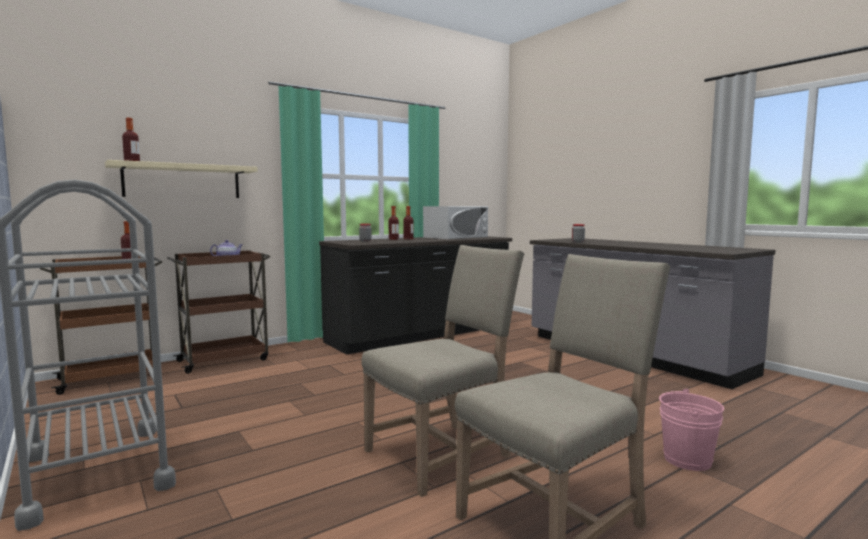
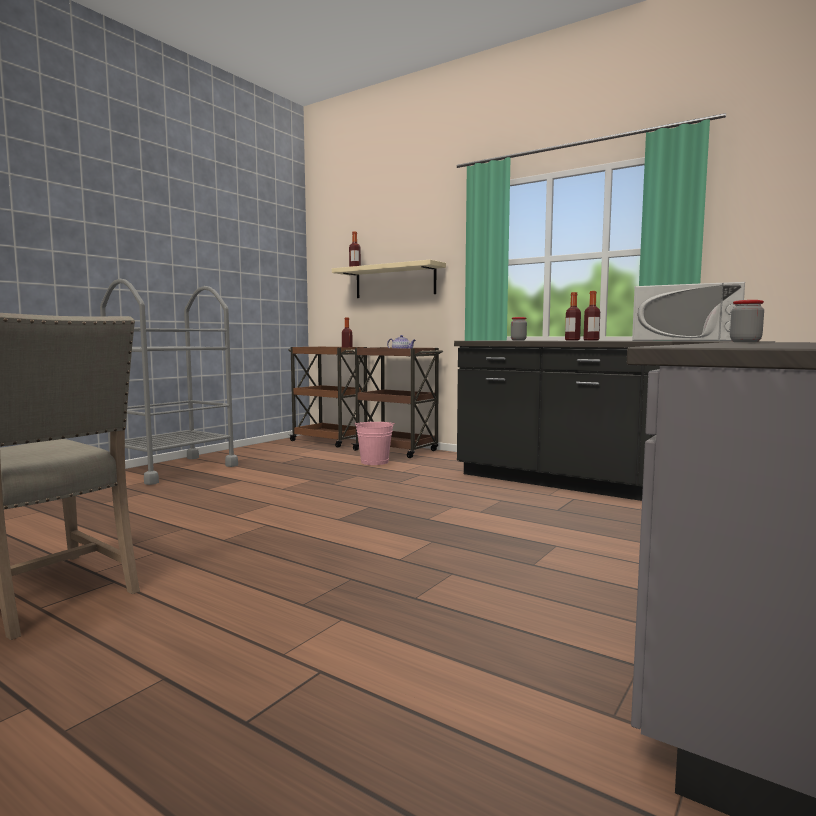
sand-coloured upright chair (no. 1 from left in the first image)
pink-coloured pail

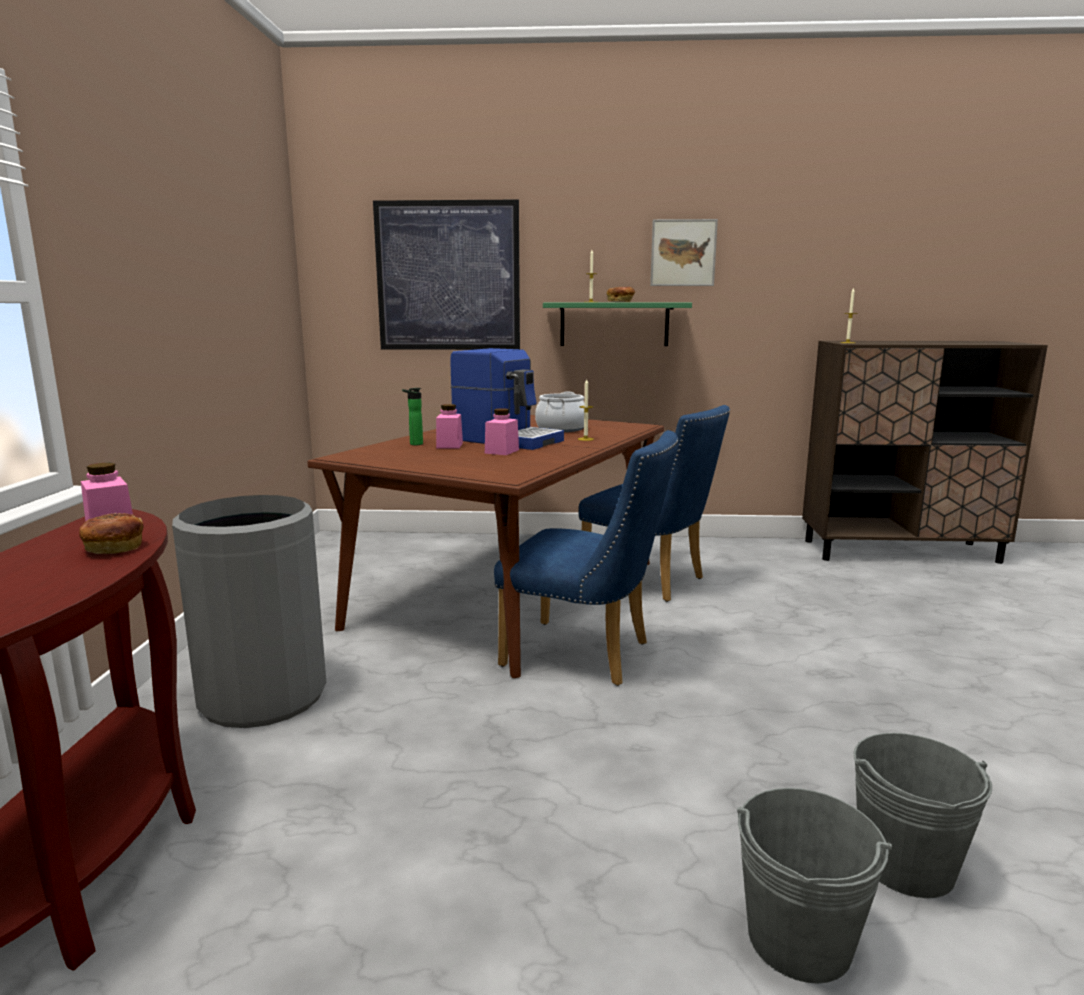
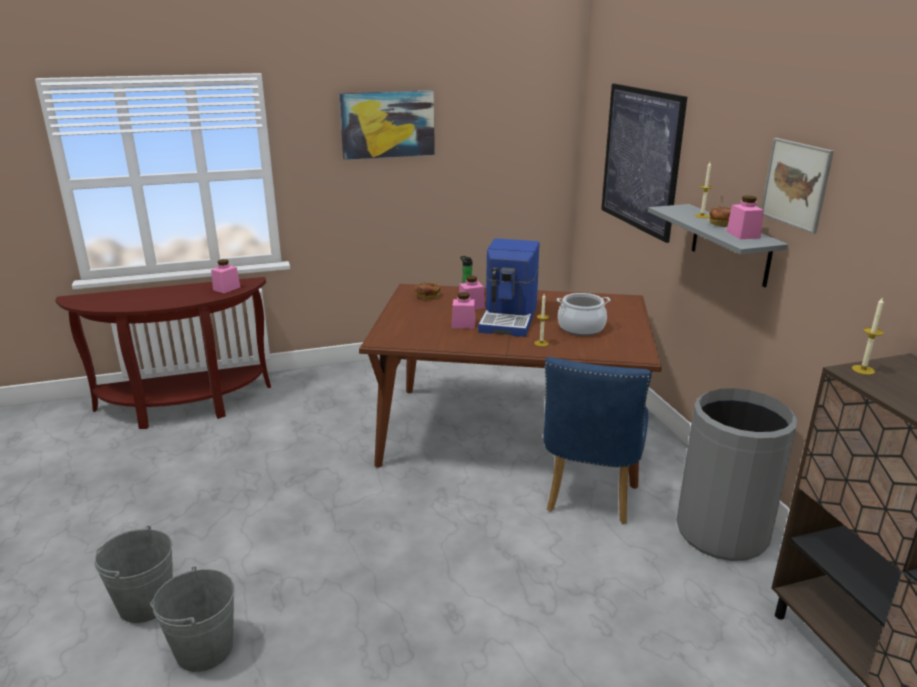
greyish wall shelf
blue upright chair (no. 1 from left in the first image)
greyish waste bin
baked bread (no. 1 from left)
wall art (no. 1 from left)
pink-coloured preserve jar (no. 4 from left)

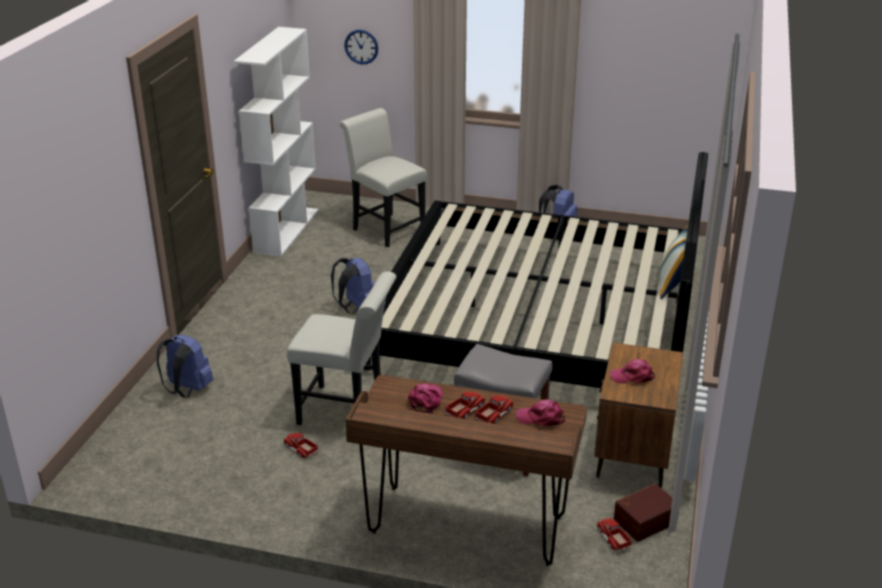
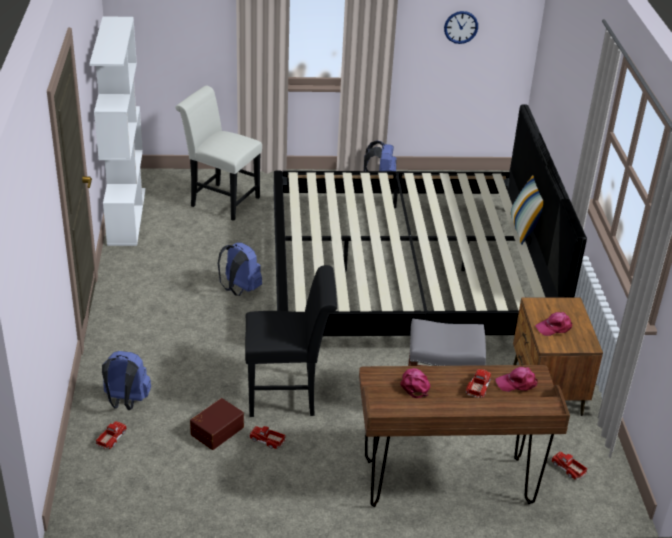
wall clock
black upright chair
toy truck (no. 1 from left)
brown storage container

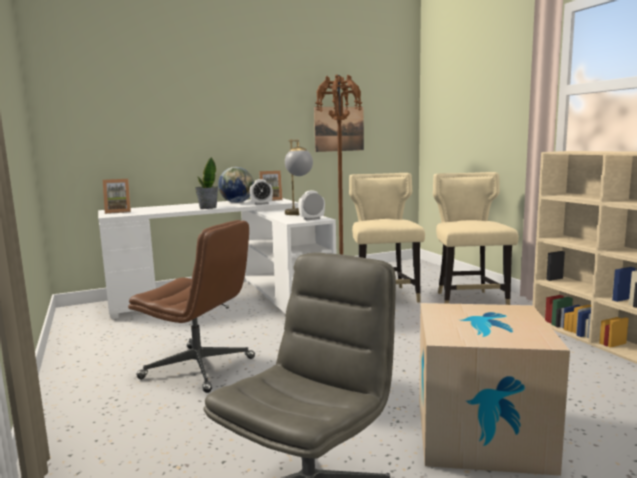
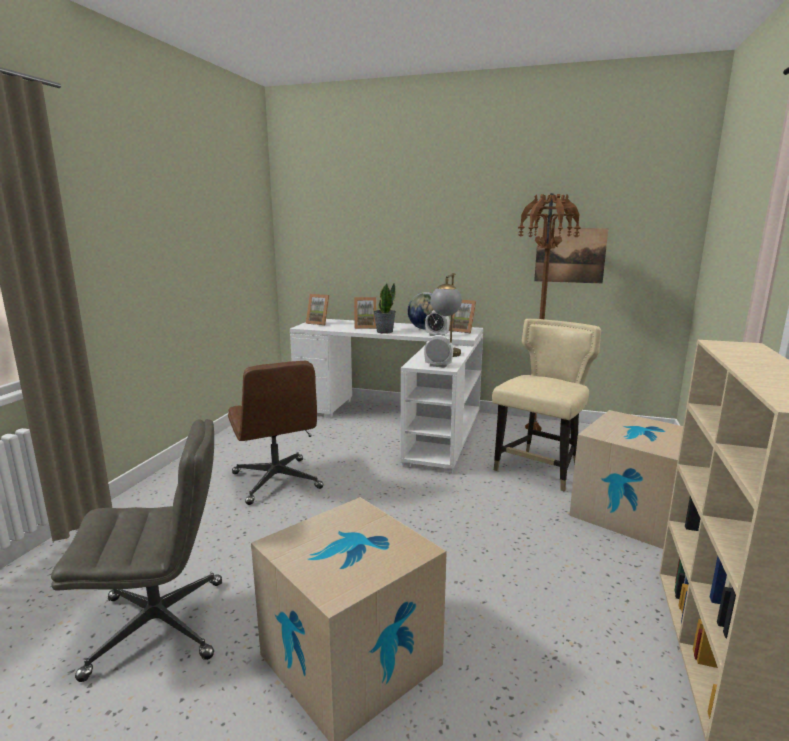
carton (no. 2 from left)
standing frame (no. 2 from left)

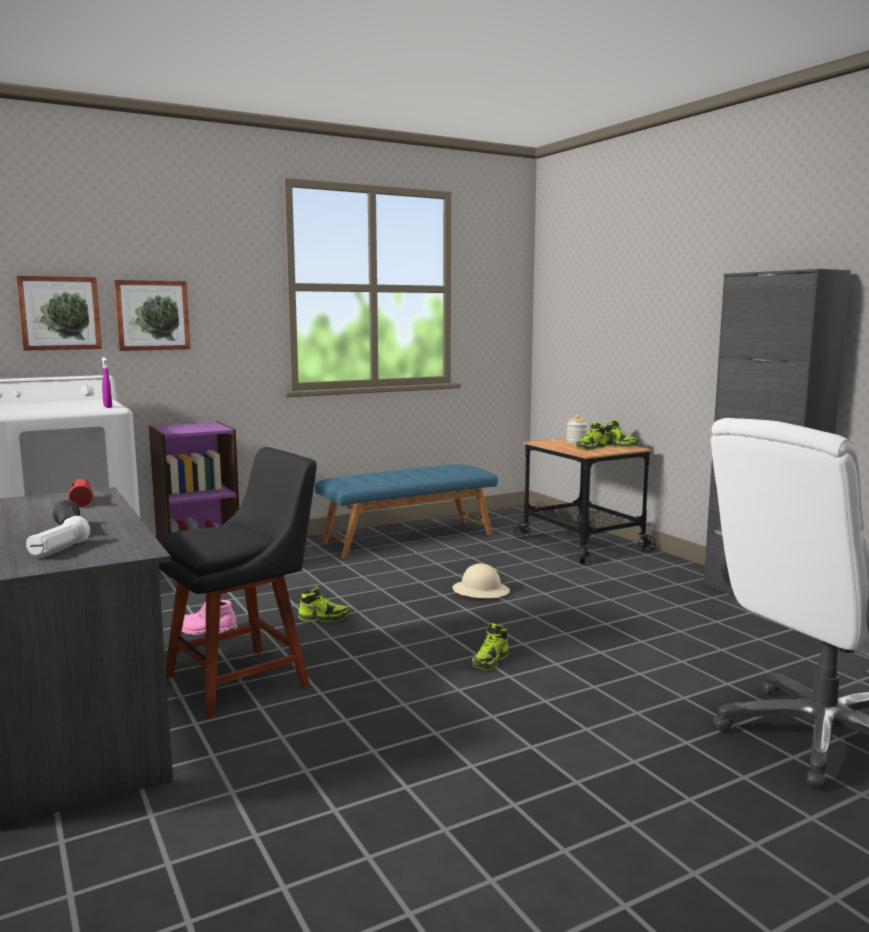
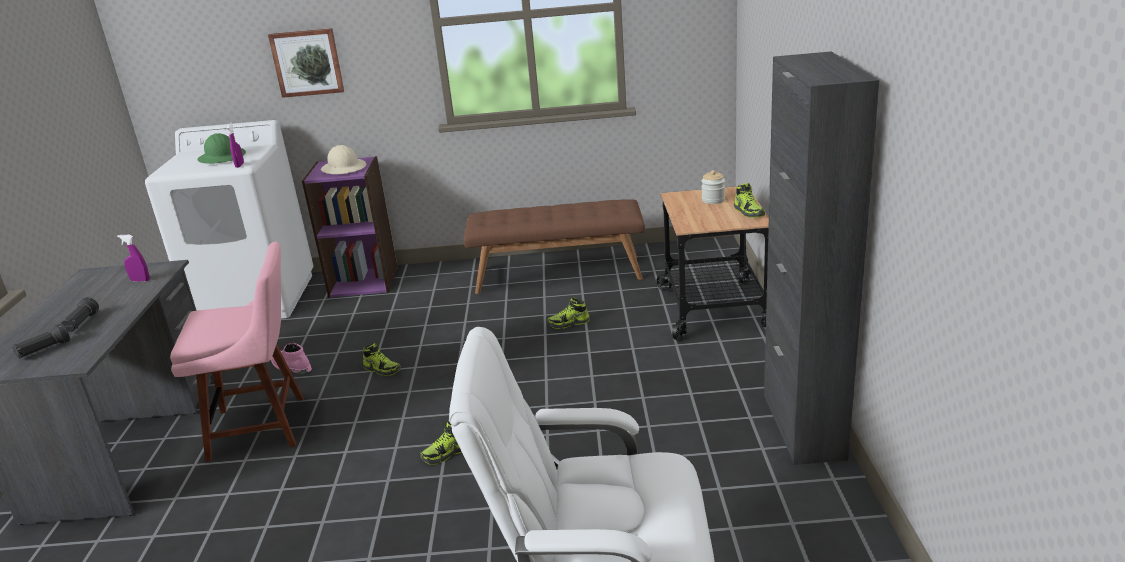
wall art (no. 1 from left in the first image)
low shoe (no. 3 from left)
pink-coloured upright chair
brown bench
purple-coloured hand sprayer (no. 1 from left)
black flashlight (no. 1 from left)
sand-coloured hard hat
greenish hard hat

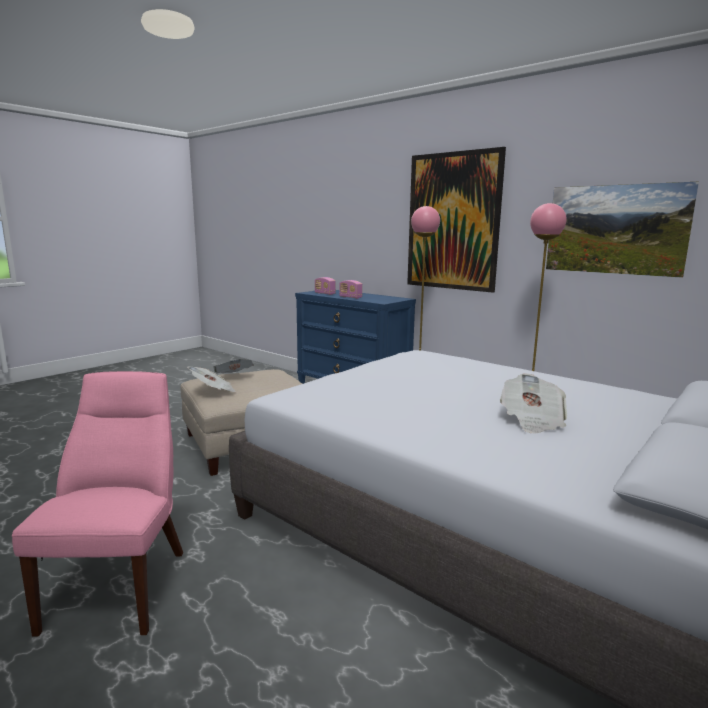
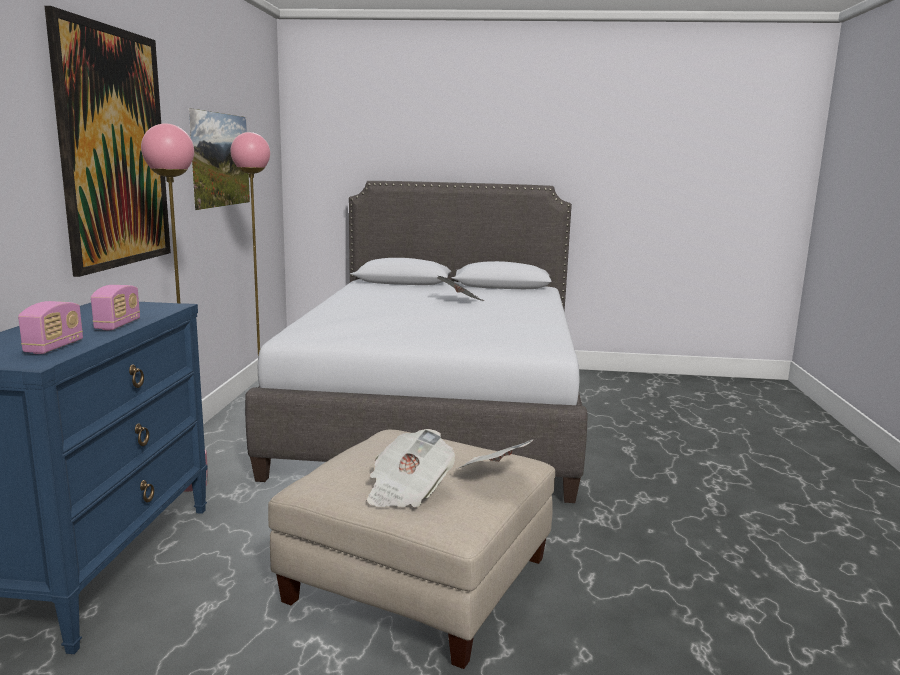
pink-coloured upright chair

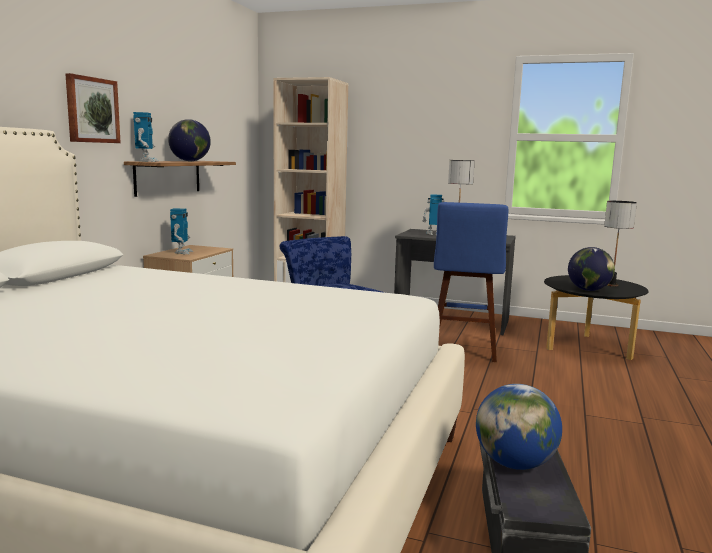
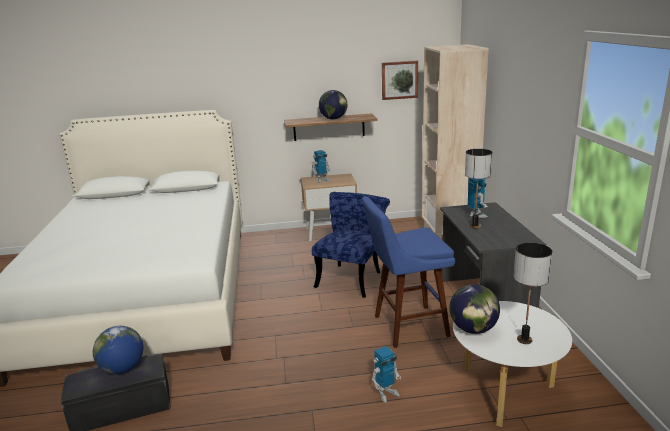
wall art
toy robot (no. 2 from left)
white-coloured low table

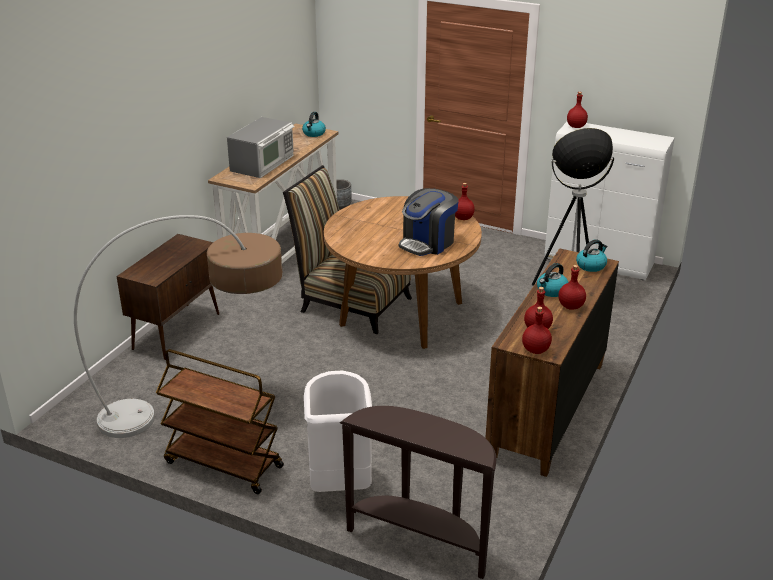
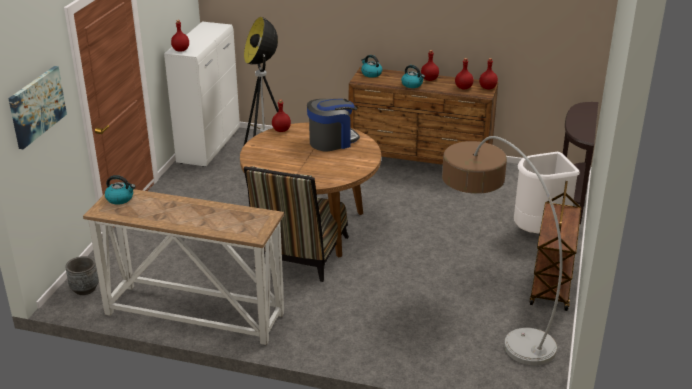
kitchen microwave
coffee machine
brown storage cabinet
wall art

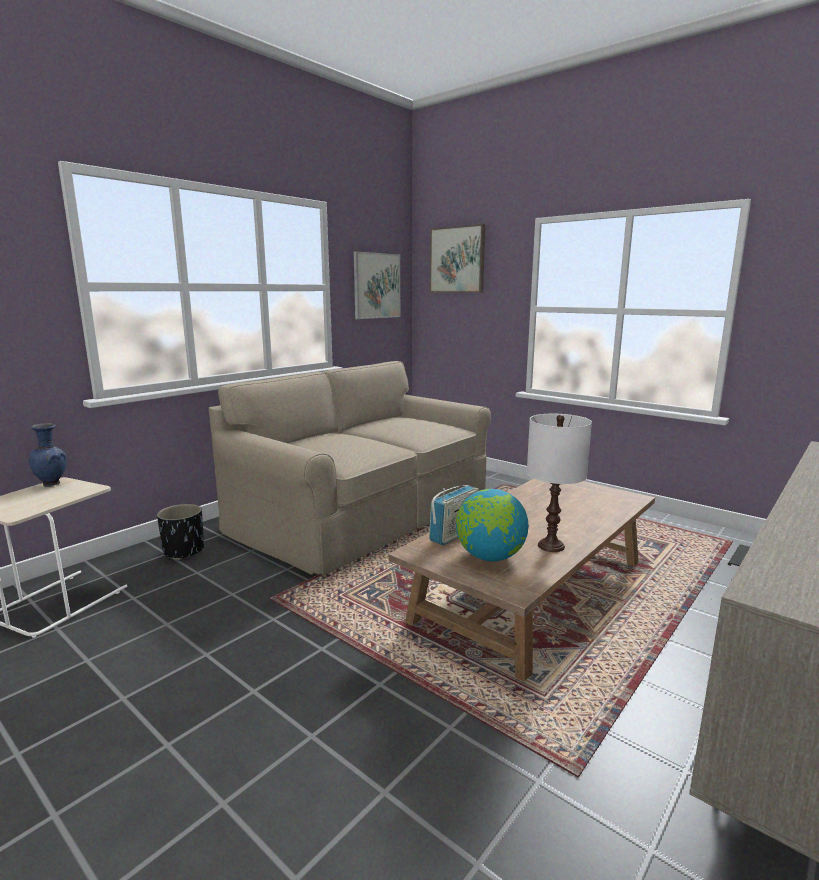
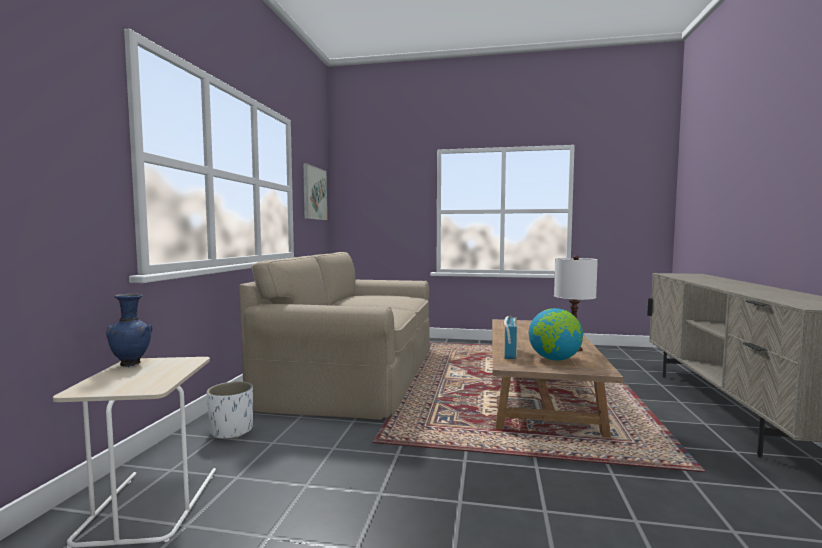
wall art (no. 2 from left in the first image)
white-coloured plant pot

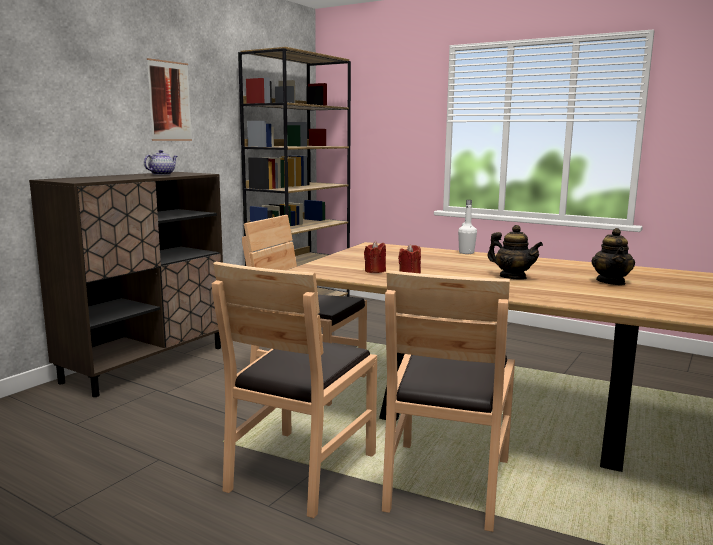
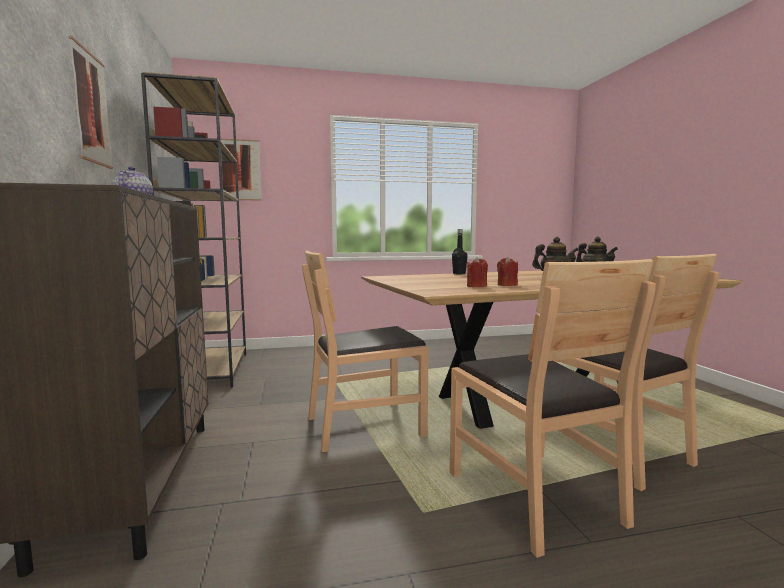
black drink bottle
wall art (no. 2 from left)

